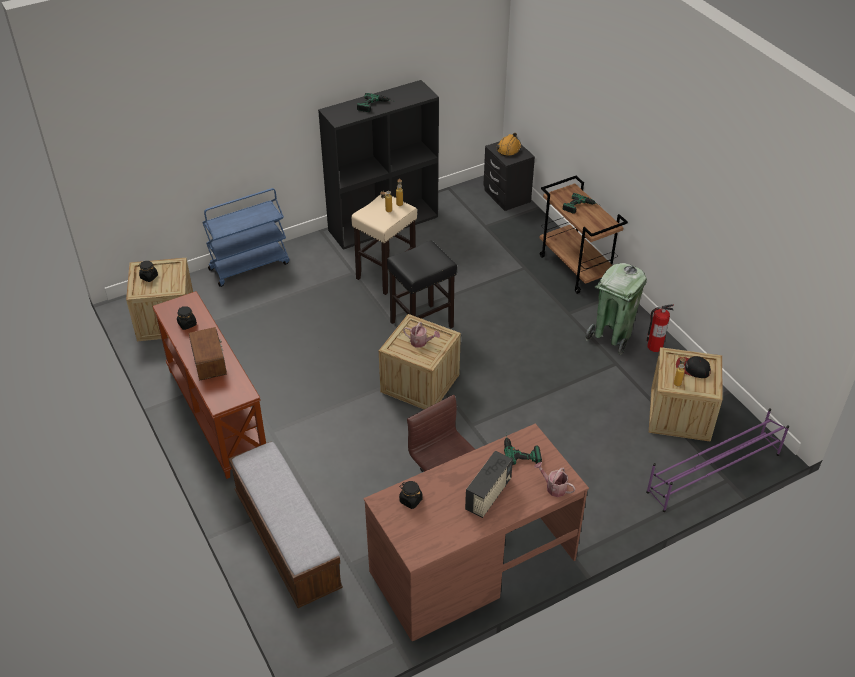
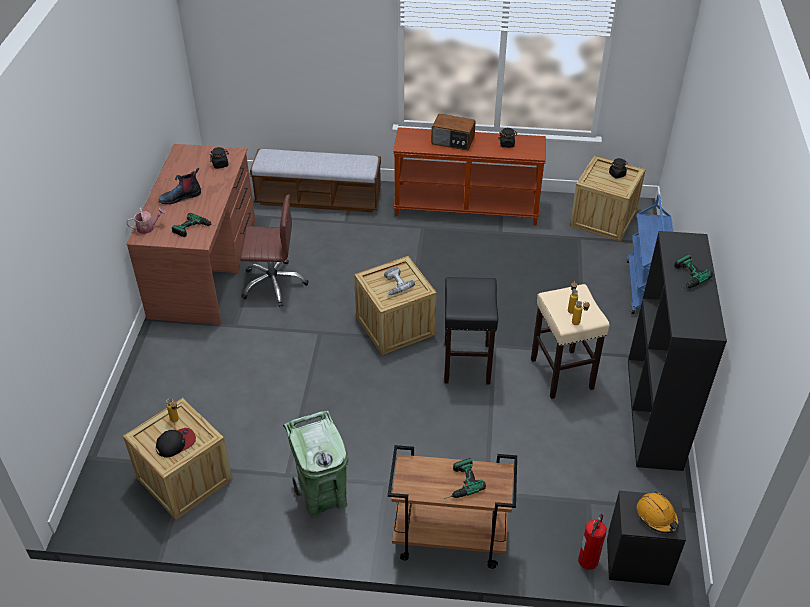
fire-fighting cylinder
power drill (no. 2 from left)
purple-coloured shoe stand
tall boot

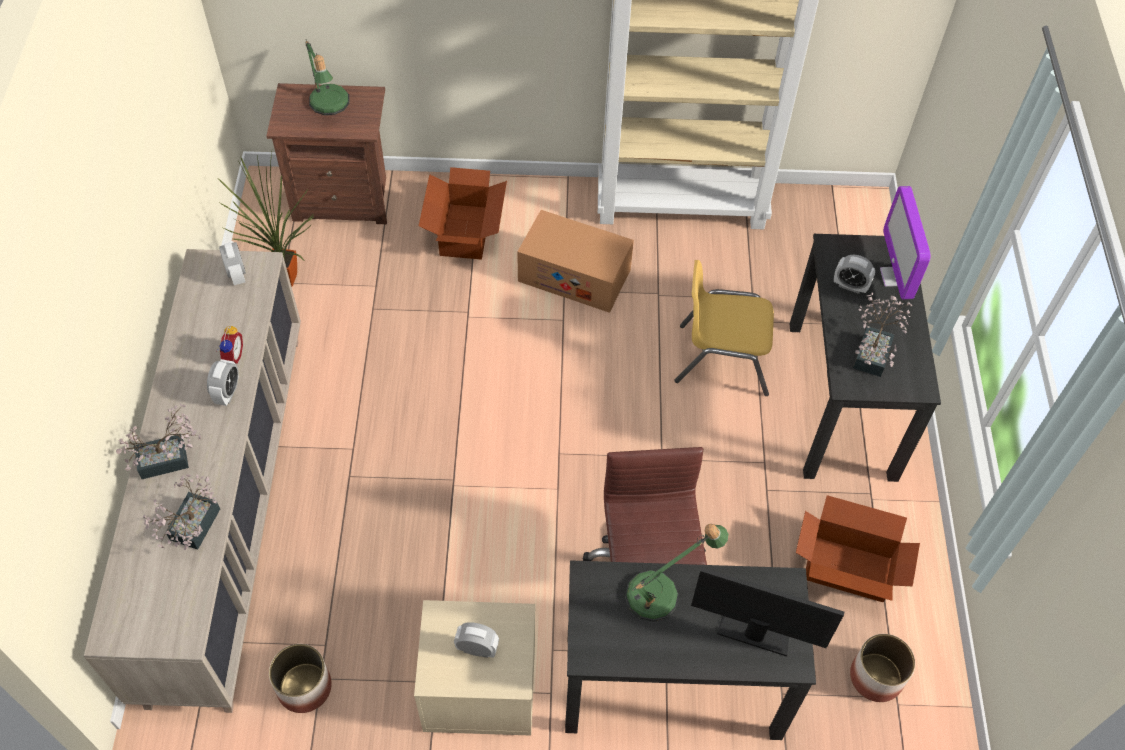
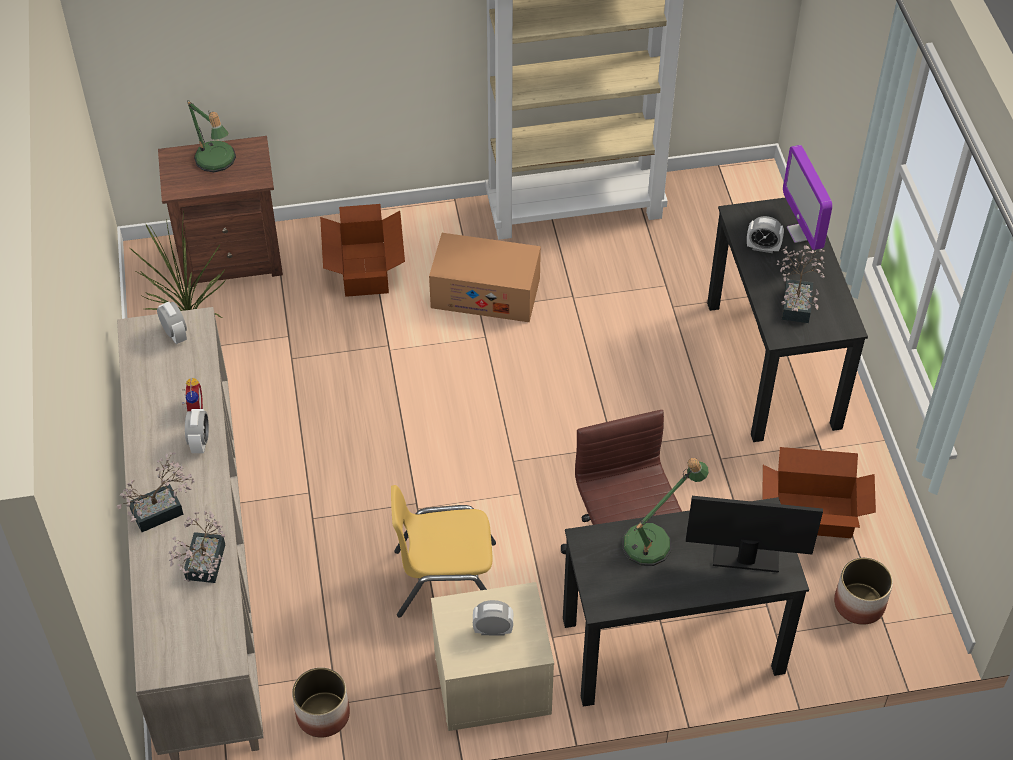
yellow upright chair

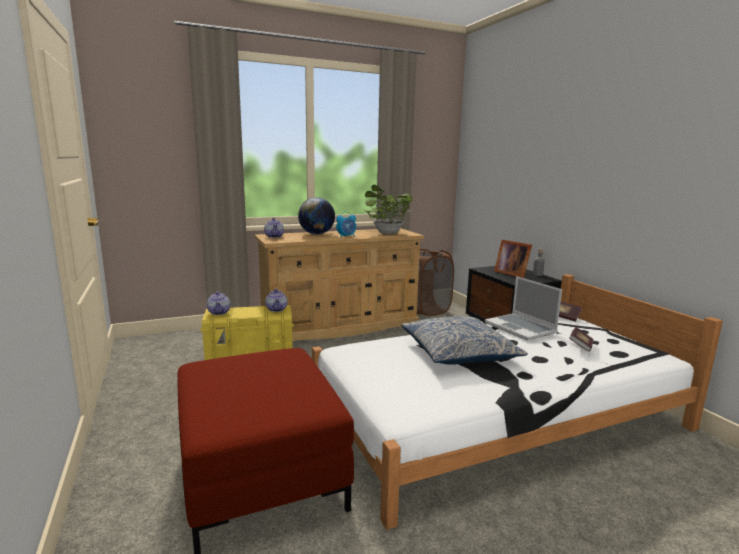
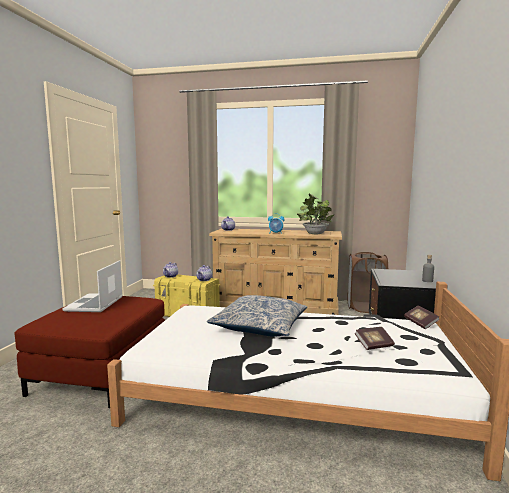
globe
standing frame
notebook computer

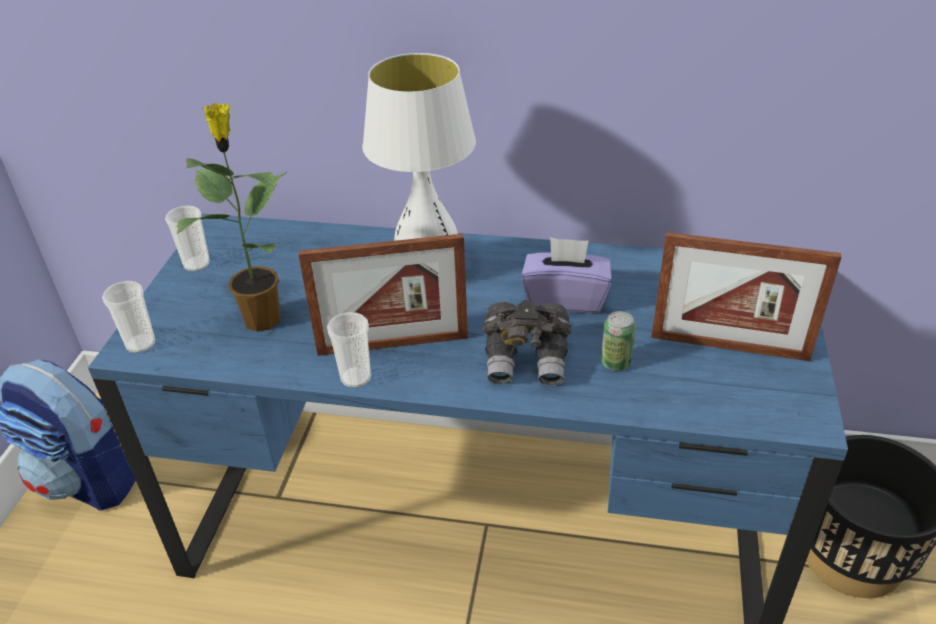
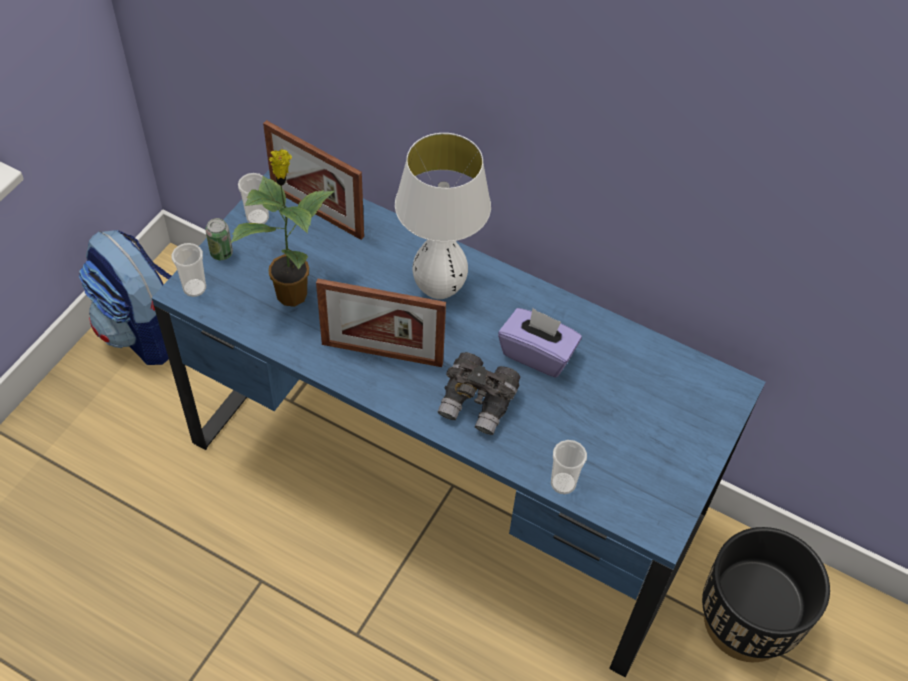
standing frame (no. 1 from left)
sealed can
cup (no. 3 from left)

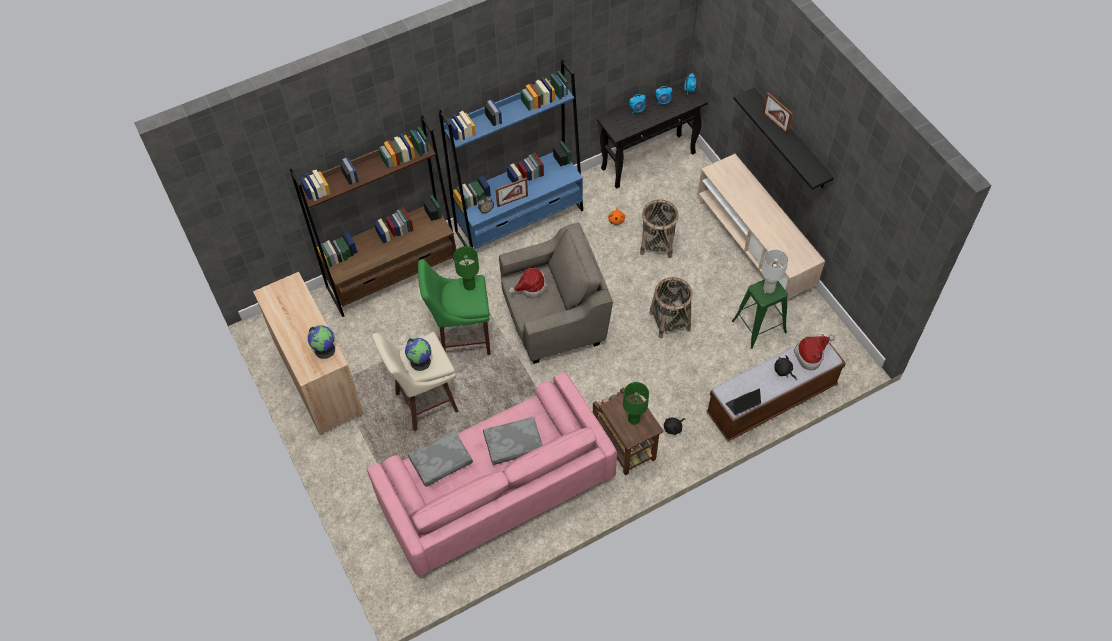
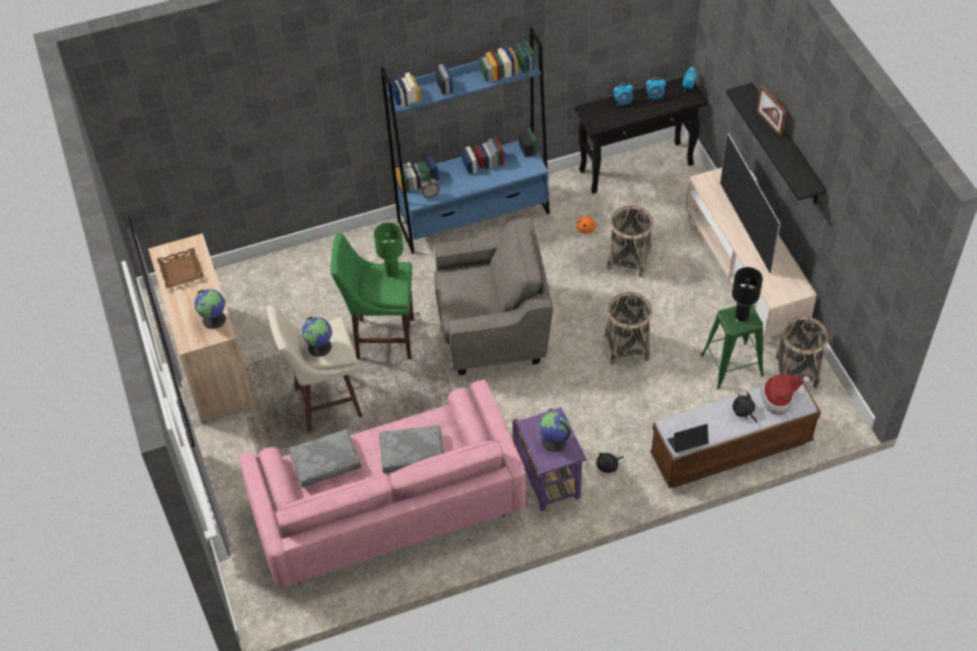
brown bookcase
standing frame (no. 1 from left in the first image)
black tabletop lamp
wearable hat (no. 1 from left in the first image)
globe (no. 3 from left)
purple-coloured end table
television
brown carrying tray
household basket (no. 3 from left)

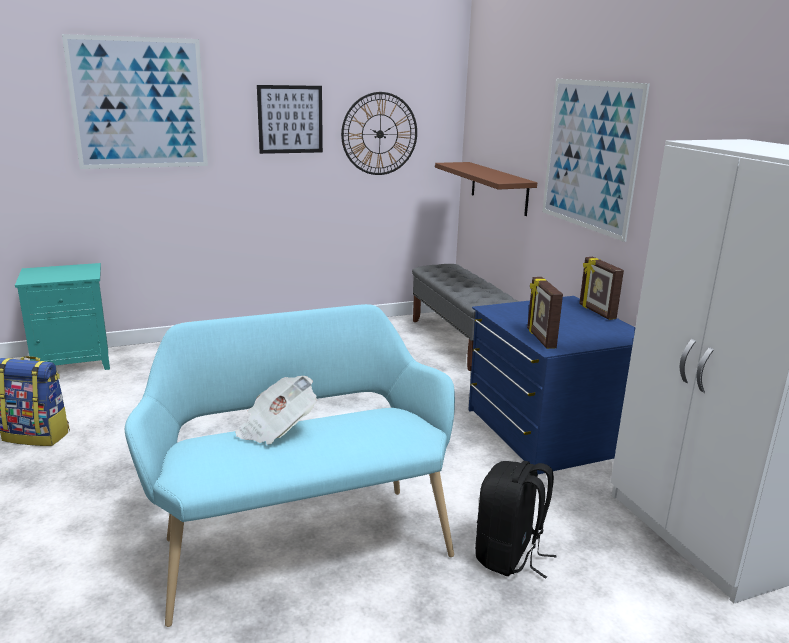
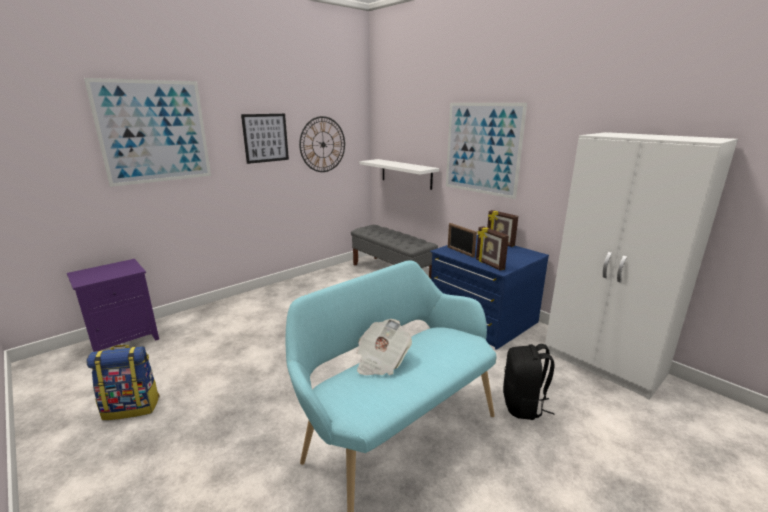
white-coloured wall shelf
purple-coloured nightstand
standing frame (no. 1 from left)

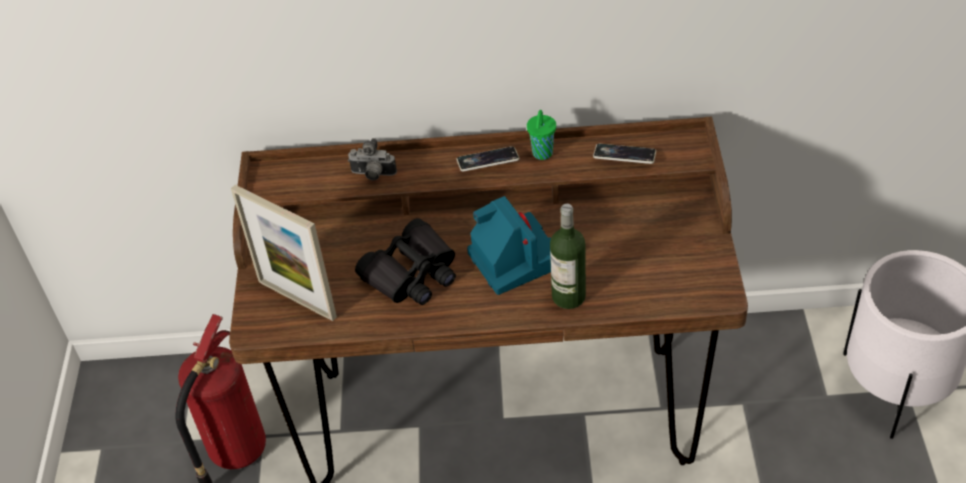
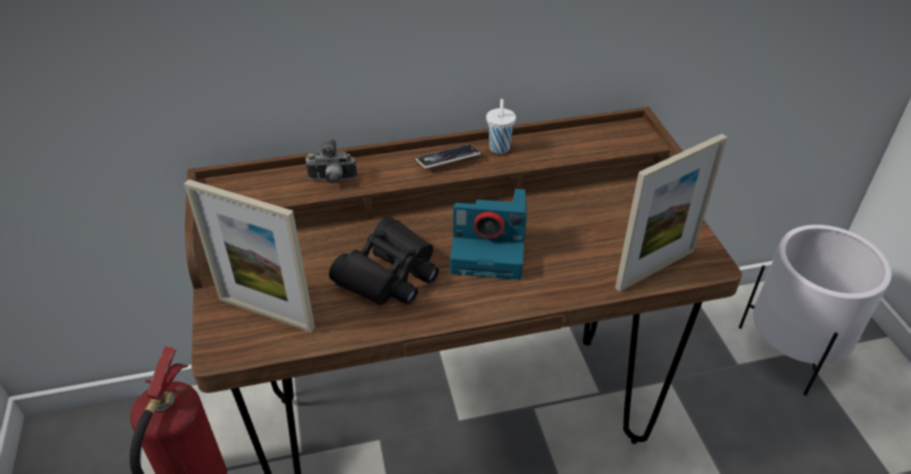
white-coloured cup
telephone (no. 2 from left in the first image)
photo camera (no. 2 from left)
drink bottle
standing frame (no. 2 from left)

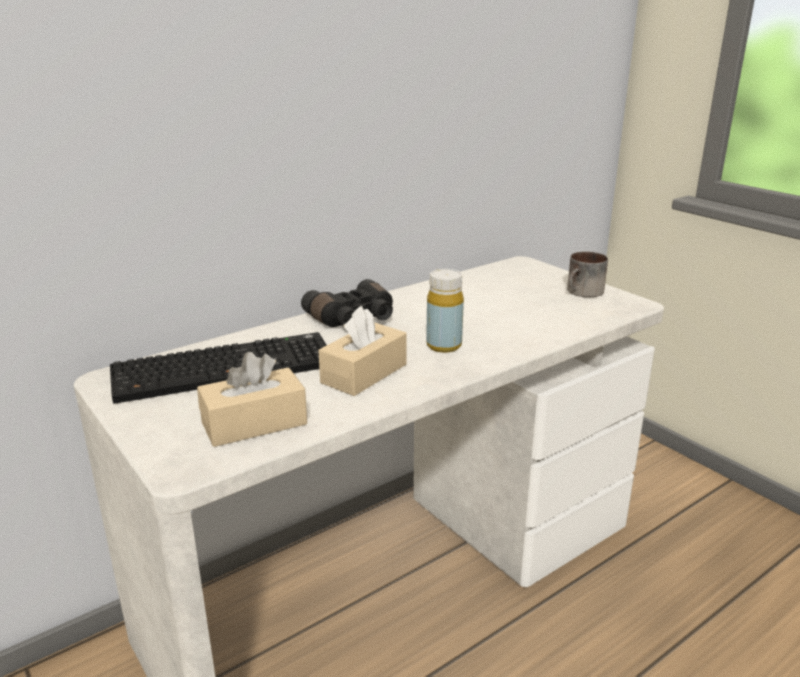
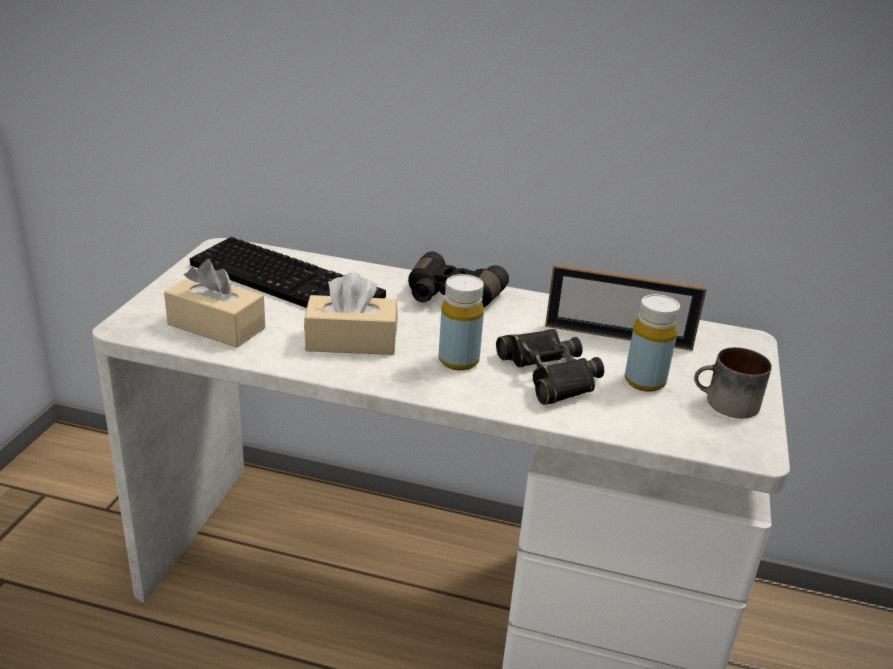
standing frame
yellow drink bottle (no. 2 from left)
black binoculars (no. 2 from left)

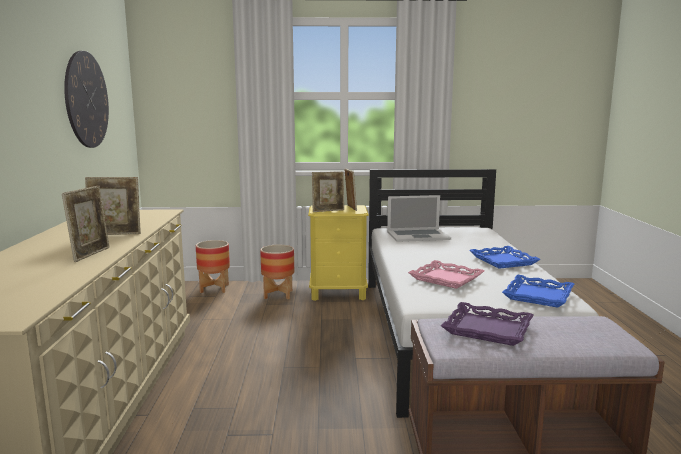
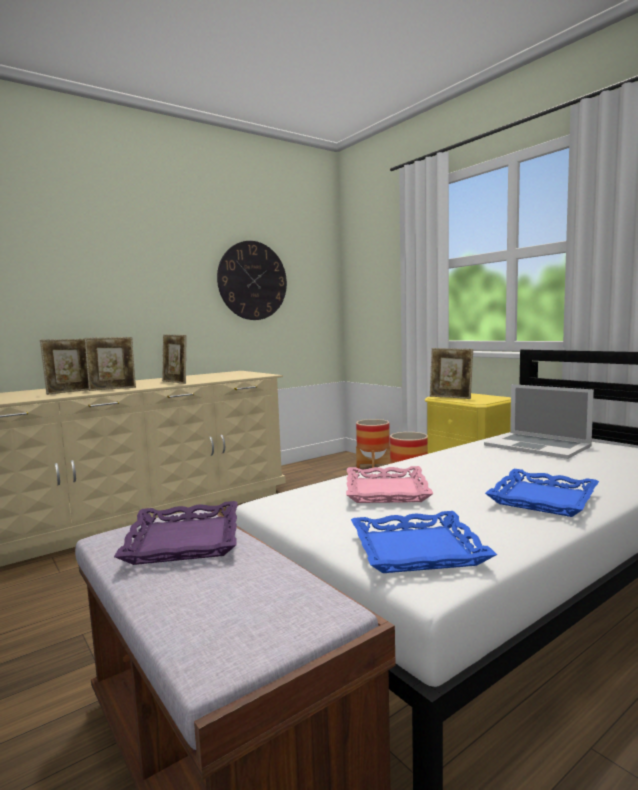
standing frame (no. 1 from left)

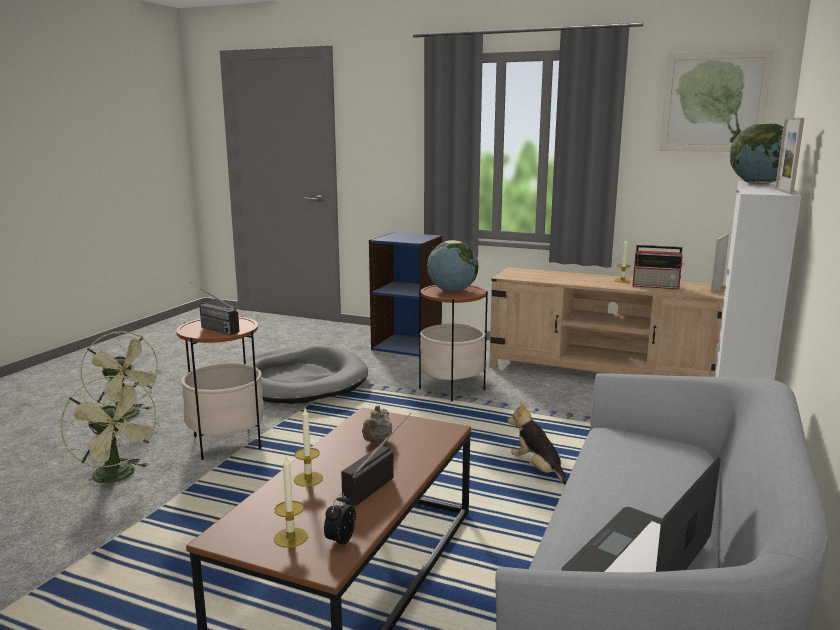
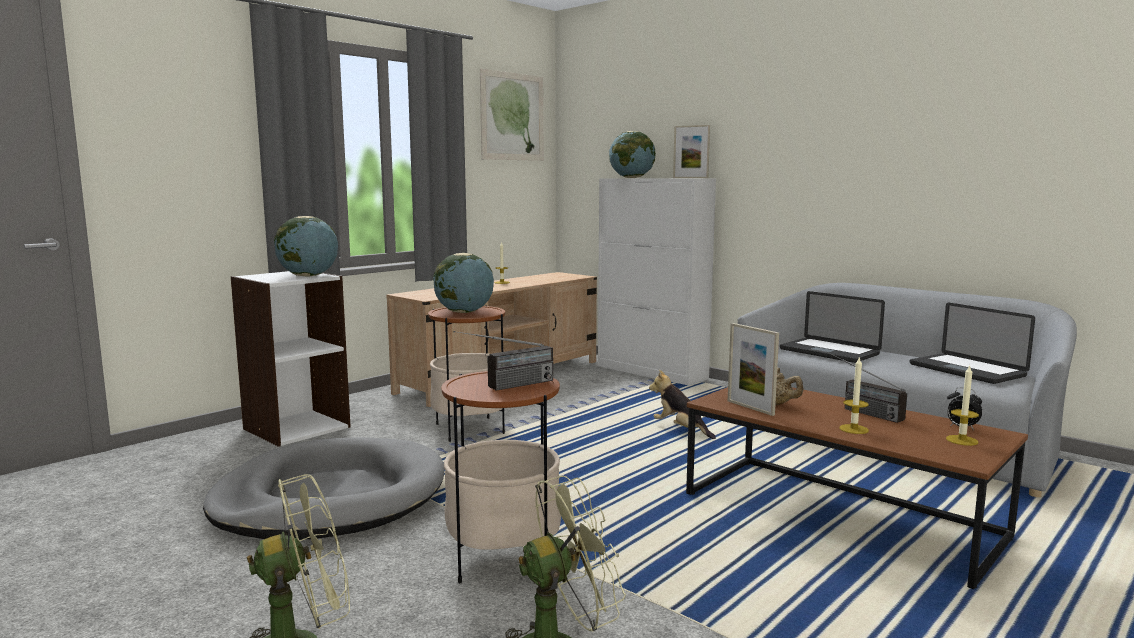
white-coloured bookcase
standing frame (no. 2 from left)
radio receiver (no. 3 from left in the first image)
cuddly toy
globe (no. 1 from left)
notebook computer (no. 1 from left)

